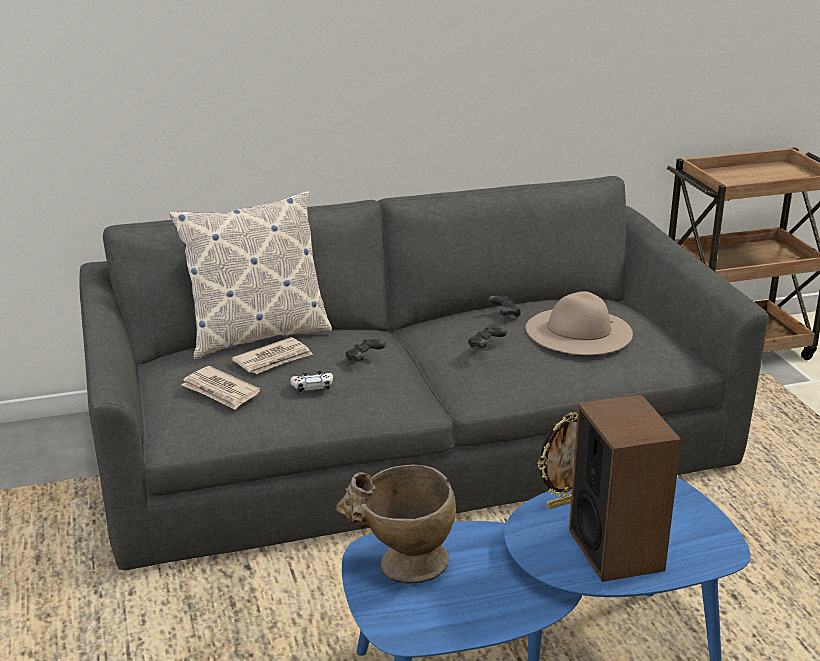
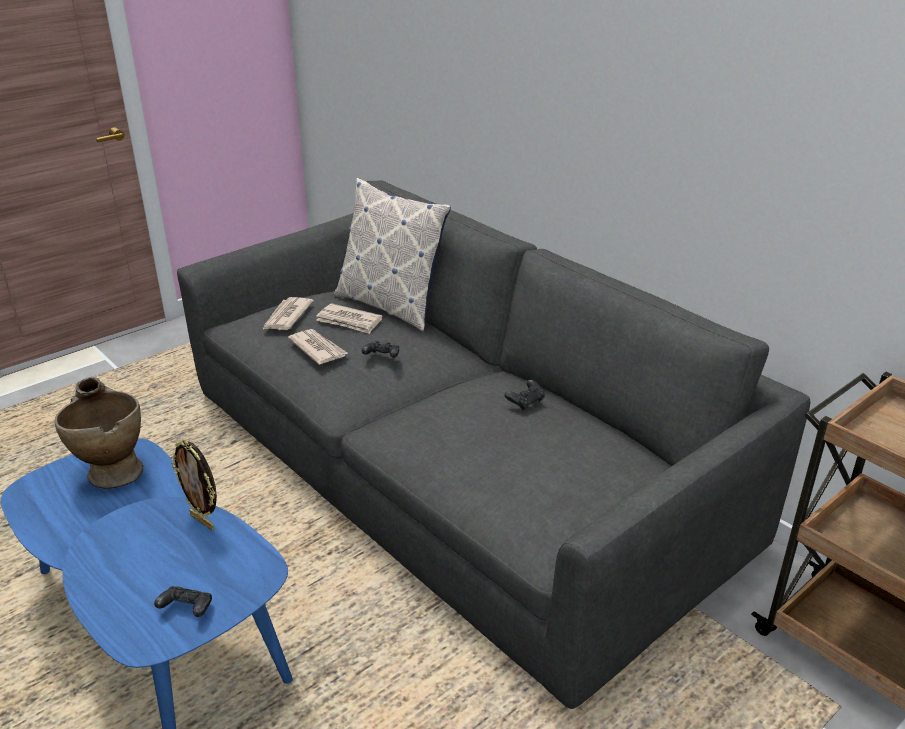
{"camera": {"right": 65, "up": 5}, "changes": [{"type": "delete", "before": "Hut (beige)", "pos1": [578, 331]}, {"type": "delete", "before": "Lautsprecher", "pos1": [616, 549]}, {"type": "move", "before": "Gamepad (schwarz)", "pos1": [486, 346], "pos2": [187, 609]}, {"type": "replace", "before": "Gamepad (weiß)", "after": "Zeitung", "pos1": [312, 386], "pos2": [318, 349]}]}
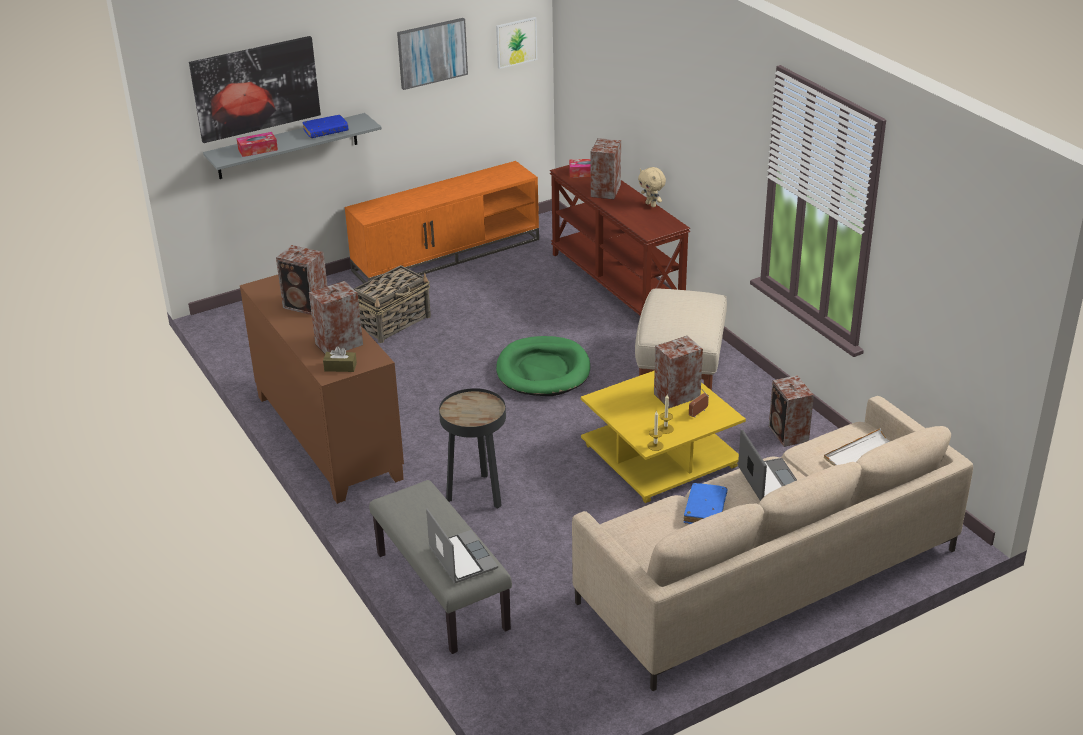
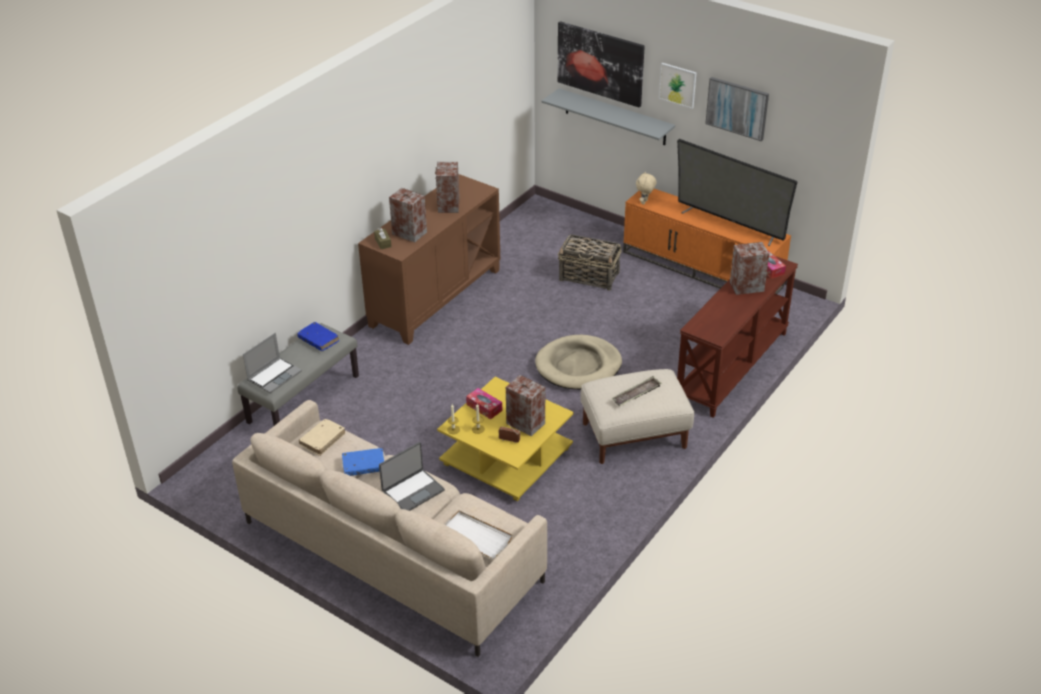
{"camera": {"right": 65, "up": 5}, "changes": [{"type": "delete", "before": "Beistelltisch (schwarz)", "pos1": [476, 495]}, {"type": "delete", "before": "Lautsprecher", "pos1": [788, 434]}, {"type": "insert", "after": "Buch (beige)", "pos2": [322, 440]}, {"type": "insert", "after": "Tablett", "pos2": [636, 394]}, {"type": "insert", "after": "Fernseher", "pos2": [730, 223]}, {"type": "move", "before": "Taschentuchbox", "pos1": [258, 150], "pos2": [484, 407]}, {"type": "move", "before": "Buch (blau)", "pos1": [326, 131], "pos2": [318, 340]}, {"type": "move", "before": "Bild", "pos1": [516, 42], "pos2": [677, 85]}, {"type": "move", "before": "Plüschtier (beige)", "pos1": [651, 205], "pos2": [645, 202]}, {"type": "recolor", "before": "Hundebett (grün)", "after": "Hundebett (beige)", "pos1": [543, 370], "pos2": [578, 366]}]}
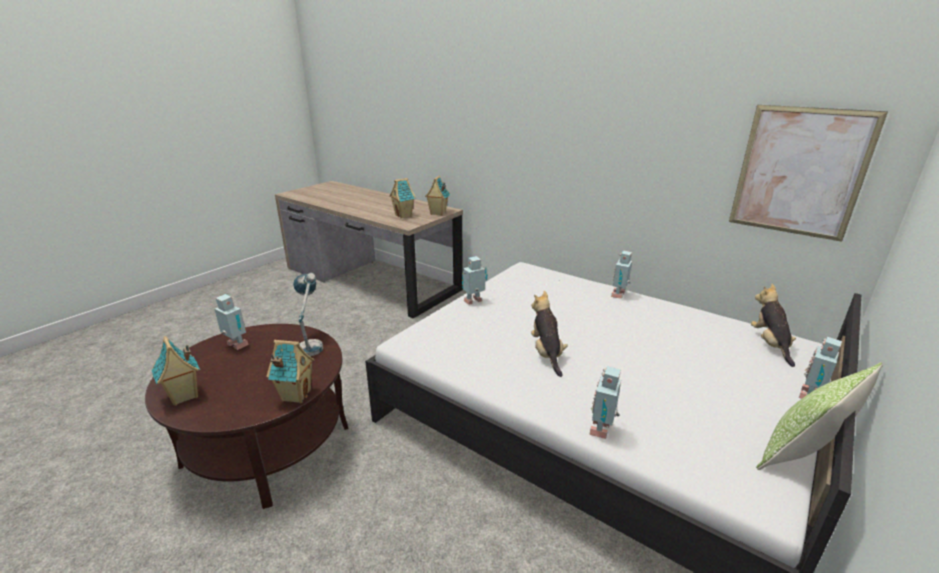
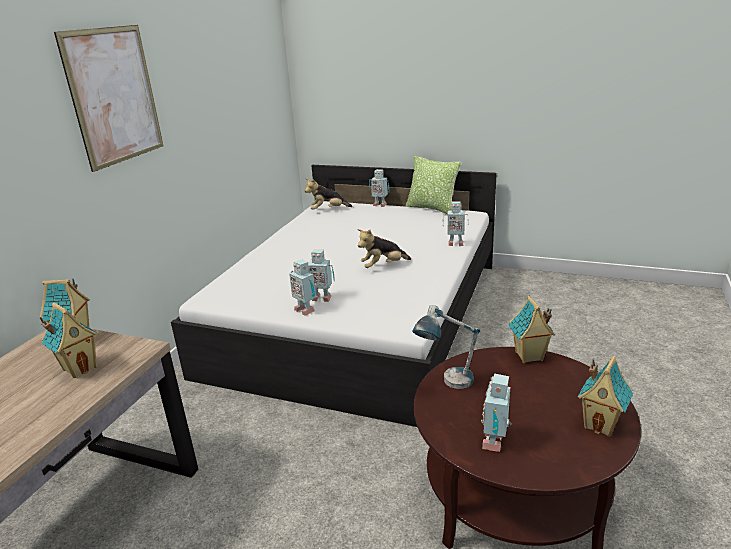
{"camera": {"right": -105, "up": 0}, "changes": [{"type": "move", "before": "Spielzeugroboter", "pos1": [619, 295], "pos2": [321, 298]}, {"type": "move", "before": "Bild", "pos1": [799, 172], "pos2": [114, 96]}]}
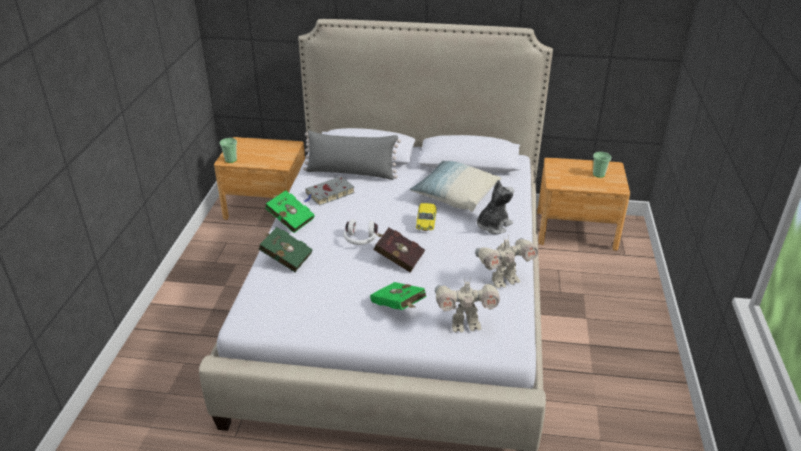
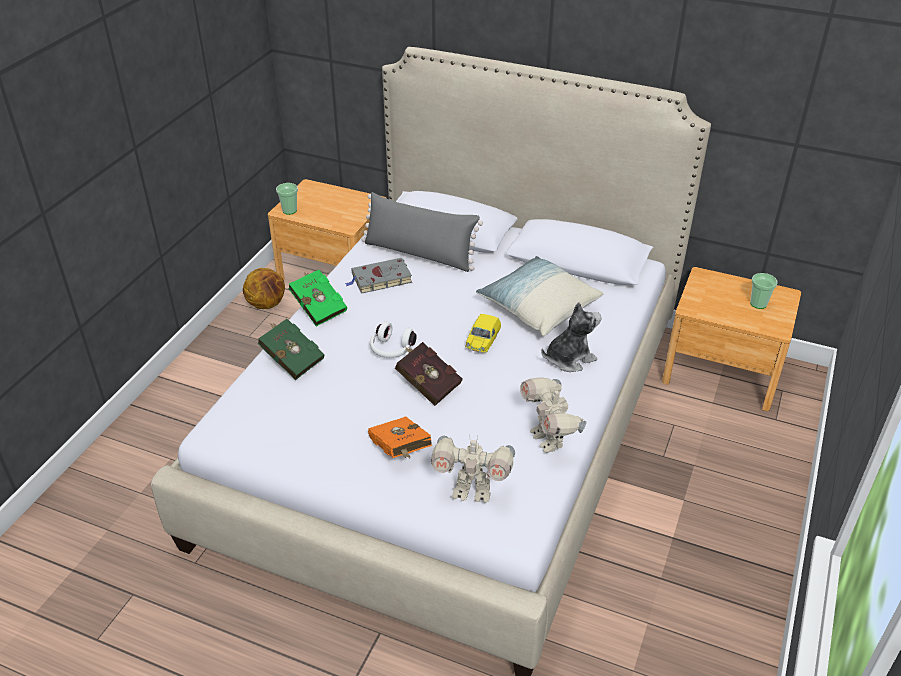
{"camera": {"right": 15, "up": 5}, "changes": [{"type": "insert", "after": "Basketball", "pos2": [267, 304]}, {"type": "recolor", "before": "Buch (grün)", "after": "Buch (orange)", "pos1": [399, 308], "pos2": [400, 451]}, {"type": "rotate", "before": "Spielzeugroboter", "pos1": [503, 280], "pos2": [548, 439], "turn": 75}]}
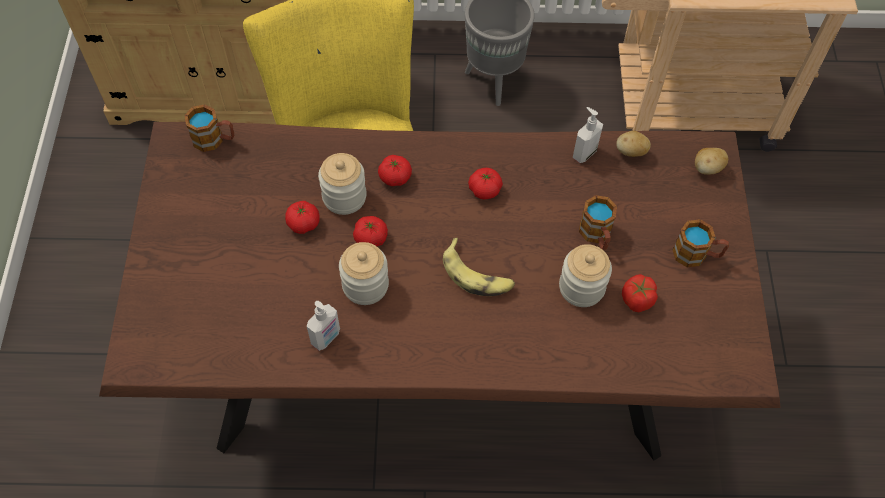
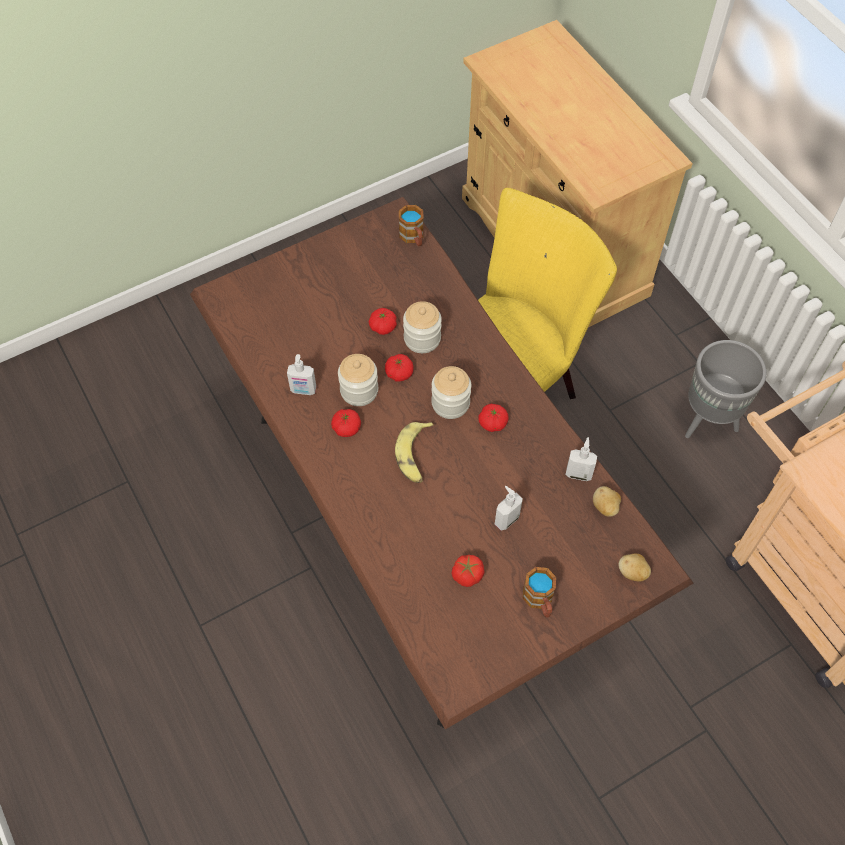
{"camera": {"right": 60, "up": 0}, "changes": [{"type": "move", "before": "Tomate", "pos1": [395, 177], "pos2": [346, 428]}, {"type": "move", "before": "Vorratsglas", "pos1": [581, 287], "pos2": [450, 403]}, {"type": "replace", "before": "Henkelbecher", "after": "Seifenspender", "pos1": [597, 235], "pos2": [506, 519]}]}
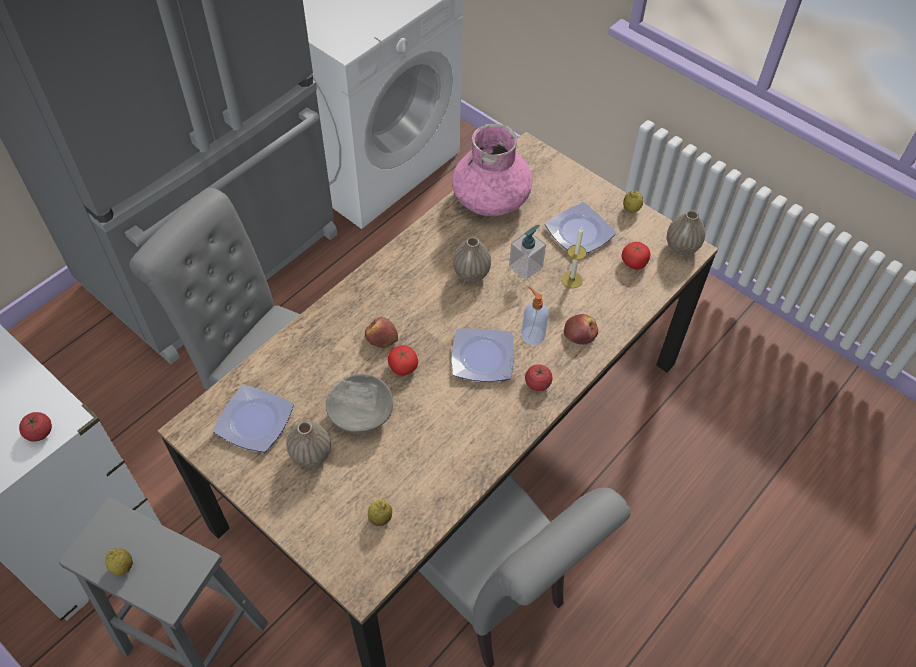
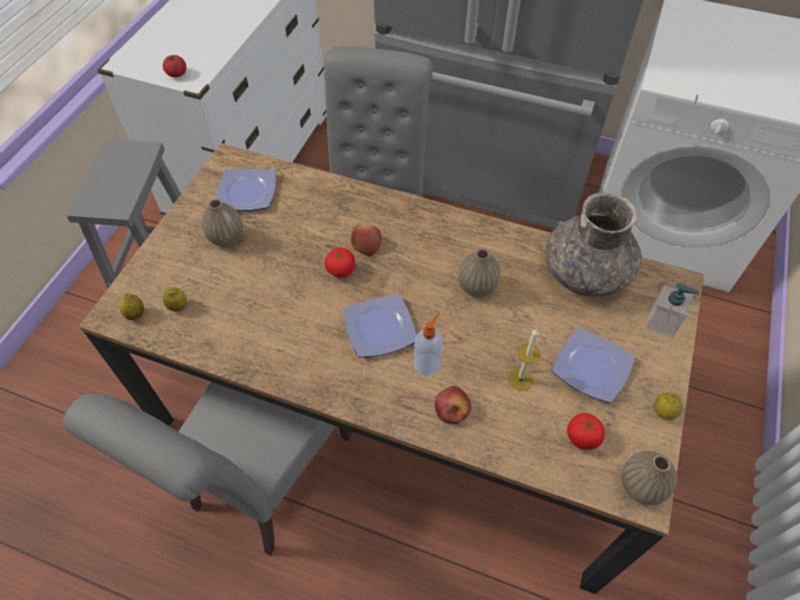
{"camera": {"right": 70, "up": 0}, "changes": [{"type": "delete", "before": "Schüssel (grau)", "pos1": [360, 415]}, {"type": "delete", "before": "Tomate", "pos1": [537, 383]}, {"type": "move", "before": "Zitrone", "pos1": [123, 566], "pos2": [135, 314]}, {"type": "move", "before": "Seifenspender", "pos1": [526, 267], "pos2": [662, 322]}, {"type": "recolor", "before": "Vase (rosa)", "after": "Vase (grau)", "pos1": [491, 198], "pos2": [585, 273]}]}
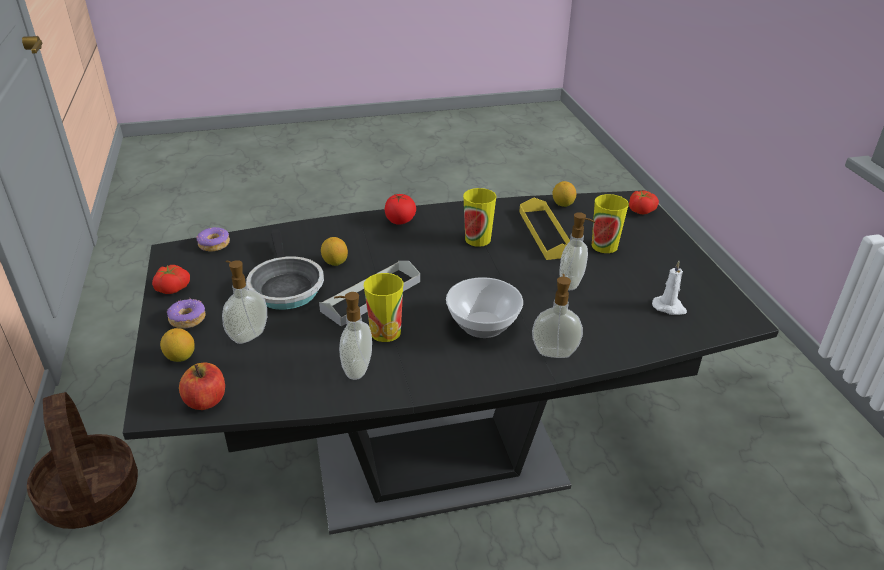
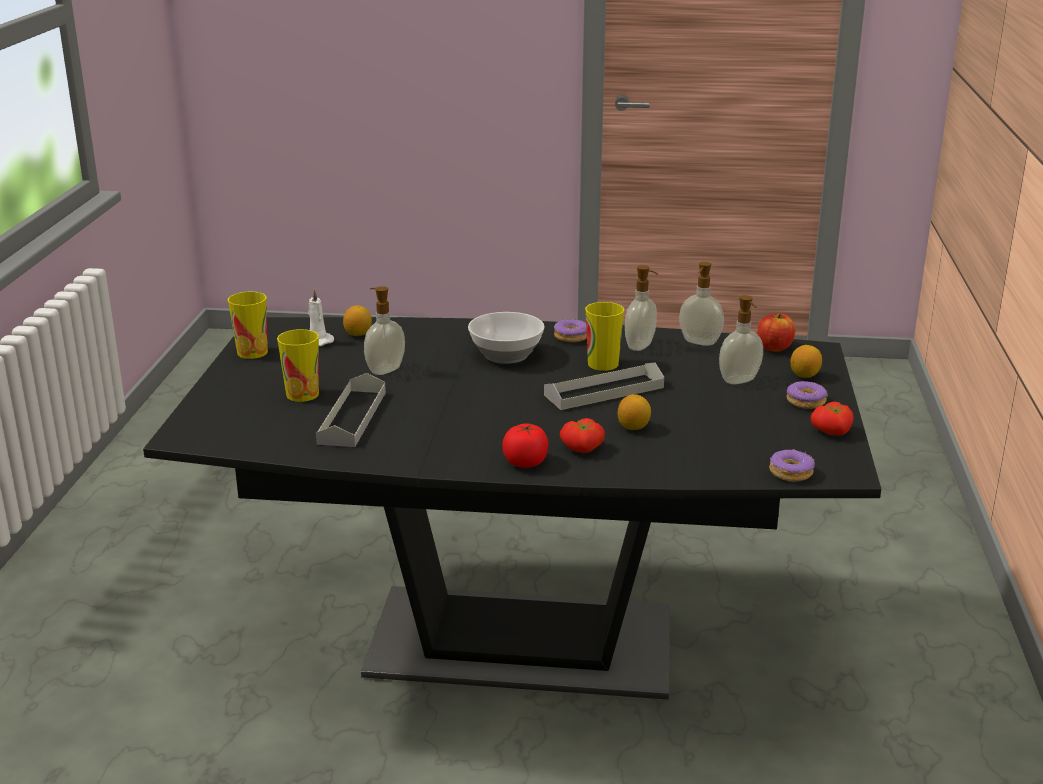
{"camera": {"right": -160, "up": -10}, "changes": [{"type": "delete", "before": "Korb", "pos1": [90, 495]}, {"type": "delete", "before": "Pfanne", "pos1": [285, 287]}, {"type": "insert", "after": "Donut", "pos2": [571, 337]}, {"type": "move", "before": "Tasse", "pos1": [478, 239], "pos2": [252, 352]}, {"type": "move", "before": "Seifenspender", "pos1": [554, 352], "pos2": [699, 342]}, {"type": "move", "before": "Zitrone", "pos1": [563, 204], "pos2": [358, 334]}, {"type": "move", "before": "Tomate", "pos1": [640, 210], "pos2": [582, 449]}, {"type": "recolor", "before": "Tablett (gelb)", "after": "Tablett (grau)", "pos1": [545, 233], "pos2": [352, 417]}]}
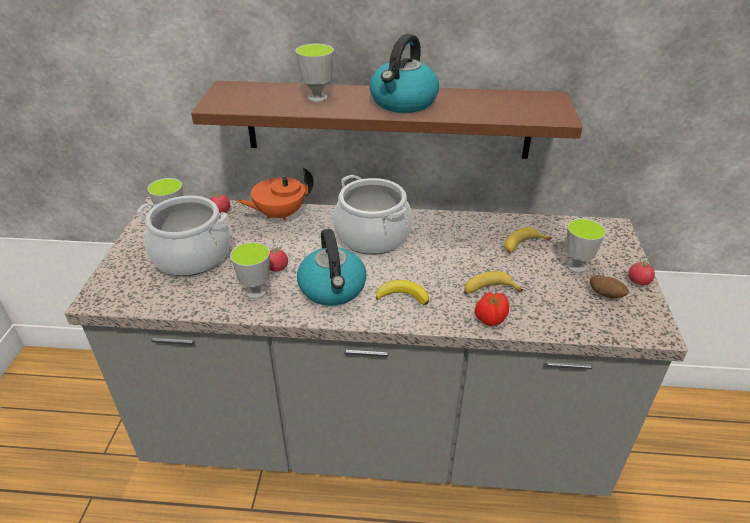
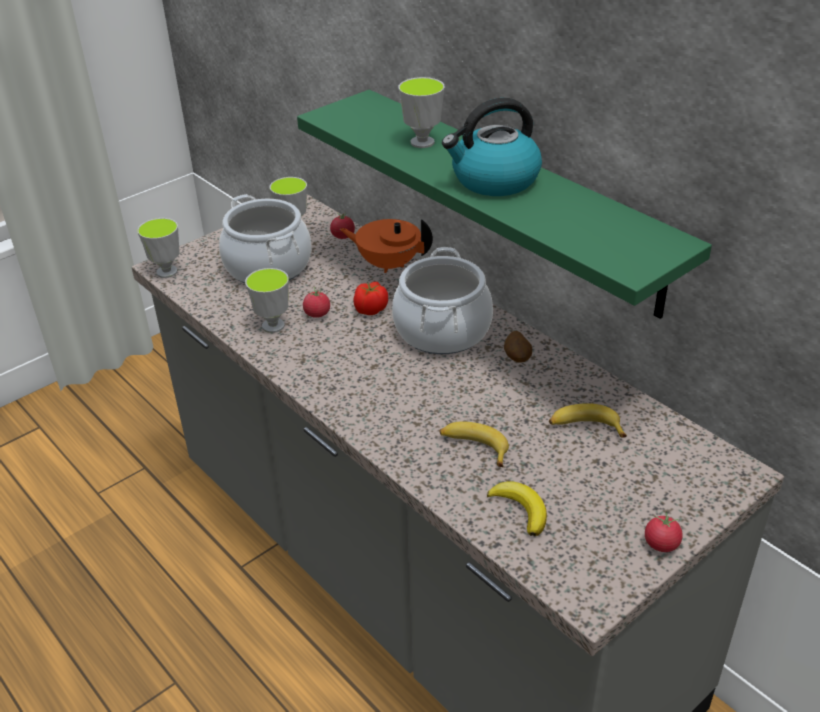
{"camera": {"right": 45, "up": 0}, "changes": [{"type": "delete", "before": "Wasserkessel", "pos1": [333, 289]}, {"type": "move", "before": "Banane", "pos1": [402, 296], "pos2": [520, 509]}, {"type": "move", "before": "Tomate", "pos1": [490, 319], "pos2": [371, 310]}, {"type": "move", "before": "Tasse", "pos1": [576, 266], "pos2": [167, 272]}, {"type": "move", "before": "Kartoffel", "pos1": [606, 295], "pos2": [517, 358]}, {"type": "recolor", "before": "Wandregal (braun)", "after": "Wandregal (grün)", "pos1": [387, 120], "pos2": [514, 198]}]}
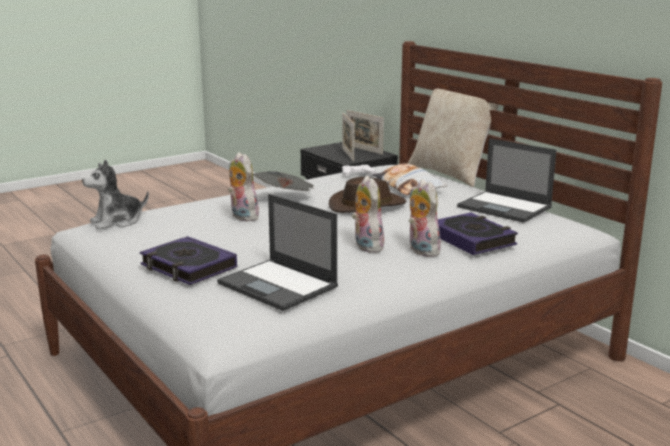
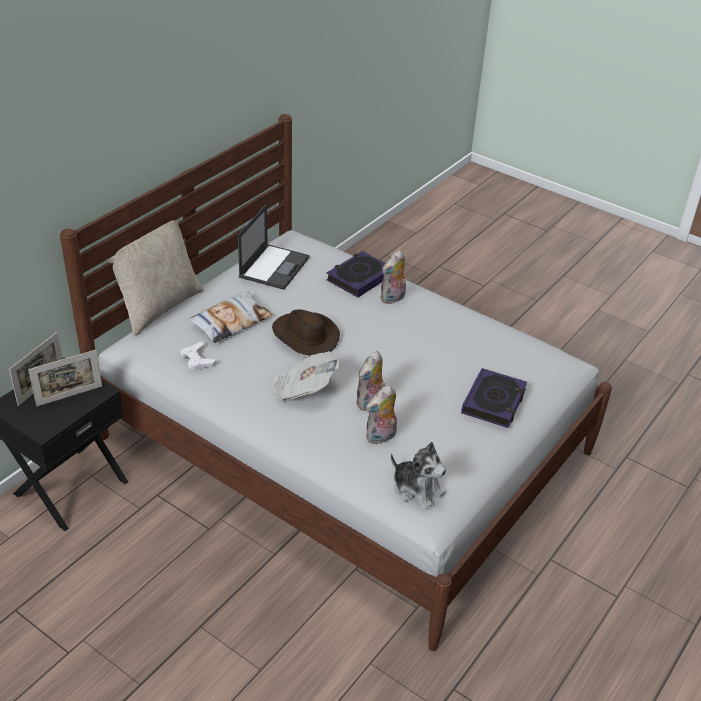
{"camera": {"right": -110, "up": 20}, "changes": [{"type": "delete", "before": "Laptop", "pos1": [279, 285]}, {"type": "move", "before": "Plüschtier", "pos1": [366, 246], "pos2": [381, 437]}]}
